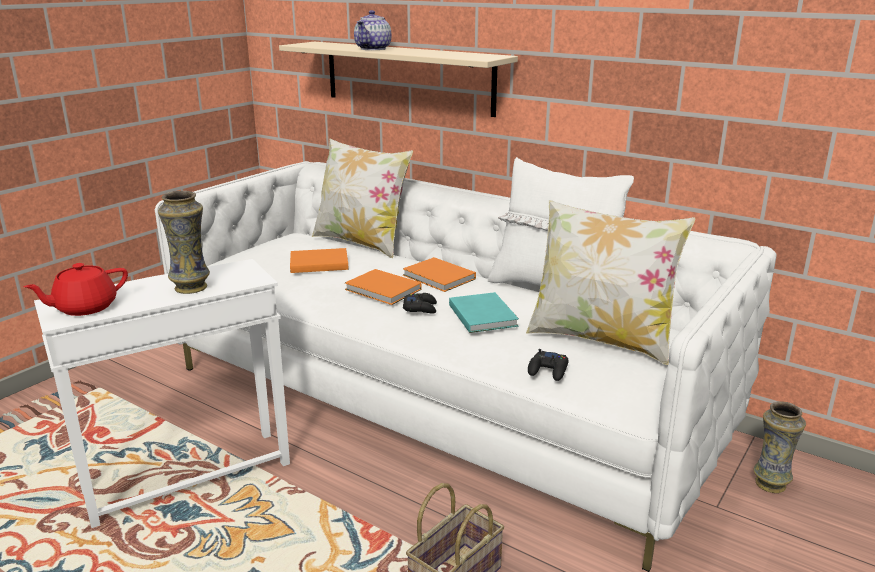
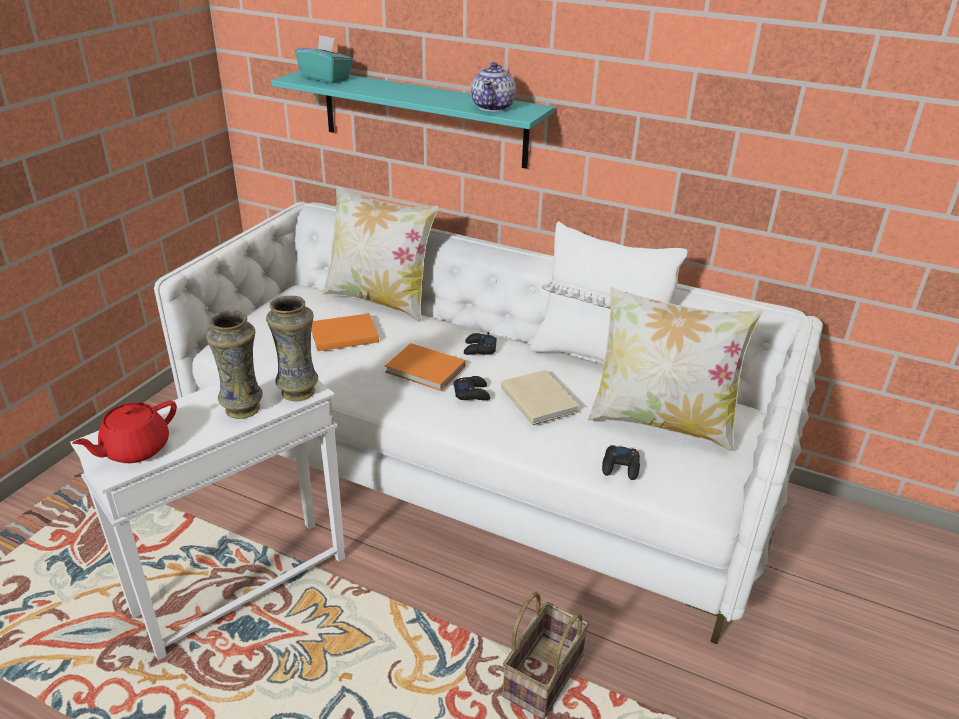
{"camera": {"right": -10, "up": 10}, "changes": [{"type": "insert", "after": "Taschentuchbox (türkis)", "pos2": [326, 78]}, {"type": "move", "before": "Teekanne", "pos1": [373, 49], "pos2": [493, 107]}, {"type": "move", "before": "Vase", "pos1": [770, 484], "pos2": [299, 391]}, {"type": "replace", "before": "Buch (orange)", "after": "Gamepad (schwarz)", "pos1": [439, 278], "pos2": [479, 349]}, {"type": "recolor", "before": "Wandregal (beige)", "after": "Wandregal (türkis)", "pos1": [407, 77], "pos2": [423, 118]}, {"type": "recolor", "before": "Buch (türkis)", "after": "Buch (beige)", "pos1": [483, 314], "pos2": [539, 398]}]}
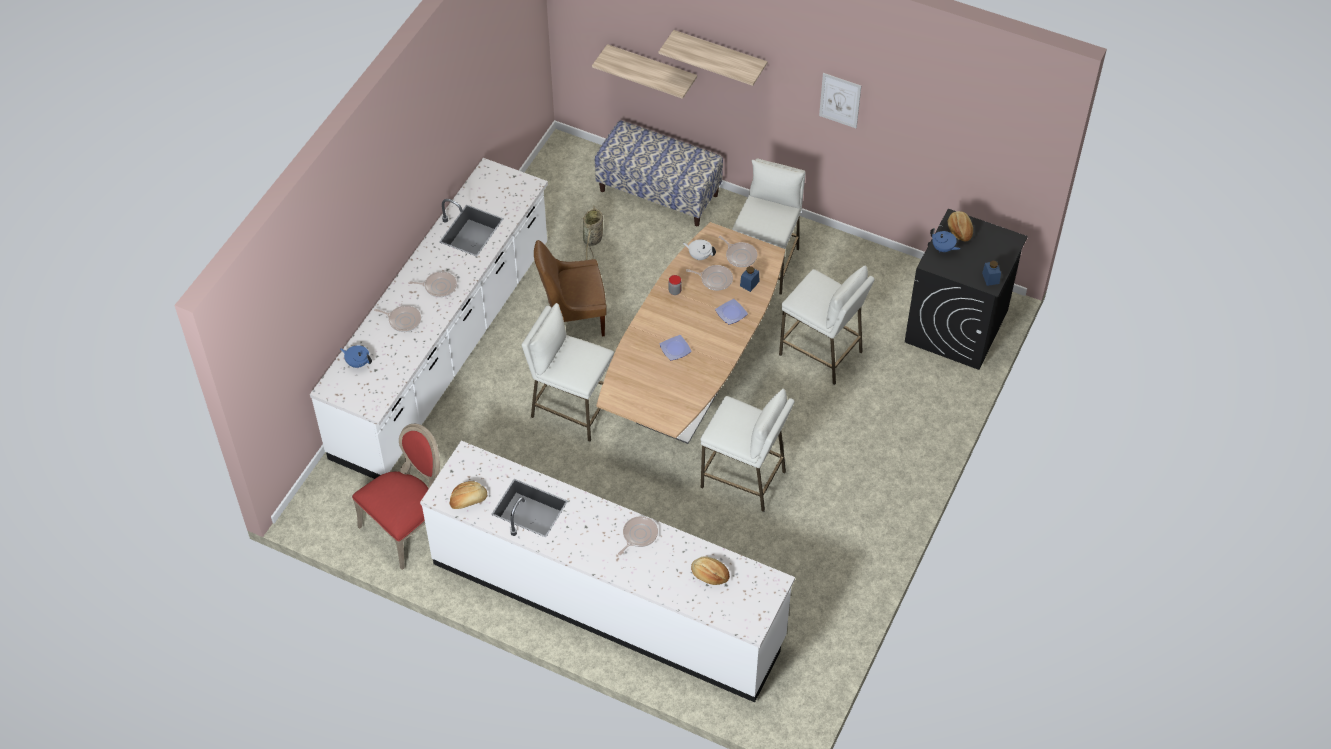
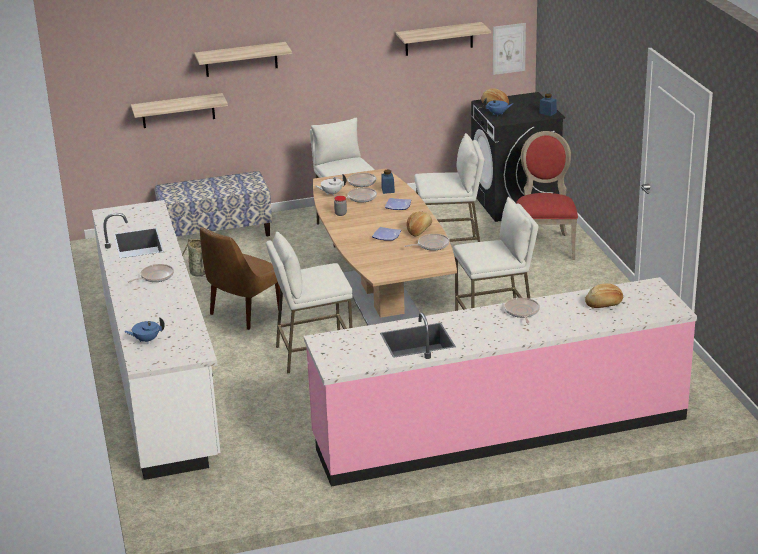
{"camera": {"right": -40, "up": -25}, "changes": [{"type": "insert", "after": "Wandregal", "pos2": [439, 39]}, {"type": "move", "before": "Stuhl (rot)", "pos1": [407, 526], "pos2": [544, 245]}, {"type": "move", "before": "Pfanne", "pos1": [403, 320], "pos2": [431, 245]}, {"type": "move", "before": "Brot", "pos1": [468, 500], "pos2": [419, 230]}, {"type": "move", "before": "Bild", "pos1": [840, 100], "pos2": [509, 48]}, {"type": "recolor", "before": "Küchenzeile (weiß)", "after": "Küchenzeile (rosa)", "pos1": [608, 600], "pos2": [500, 429]}]}
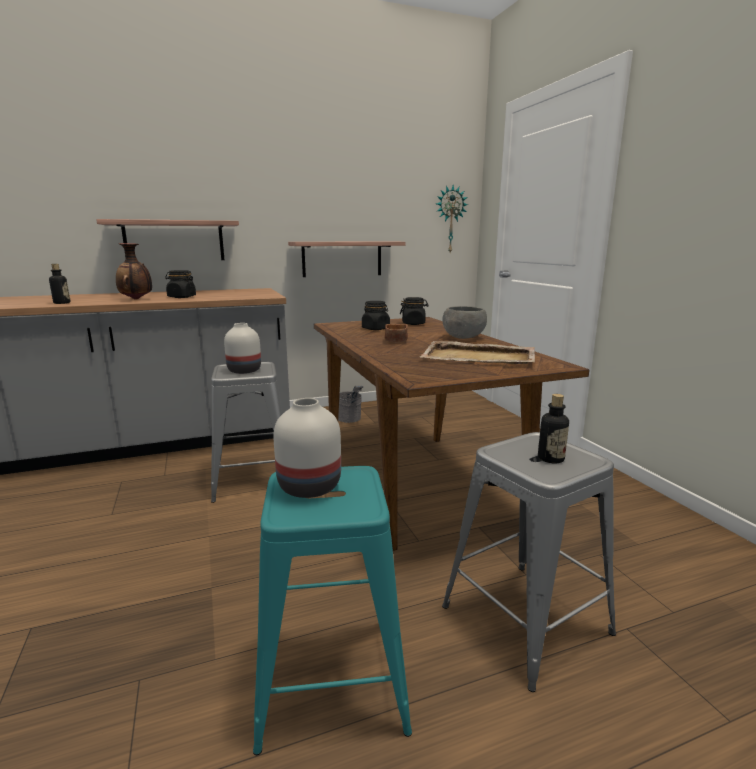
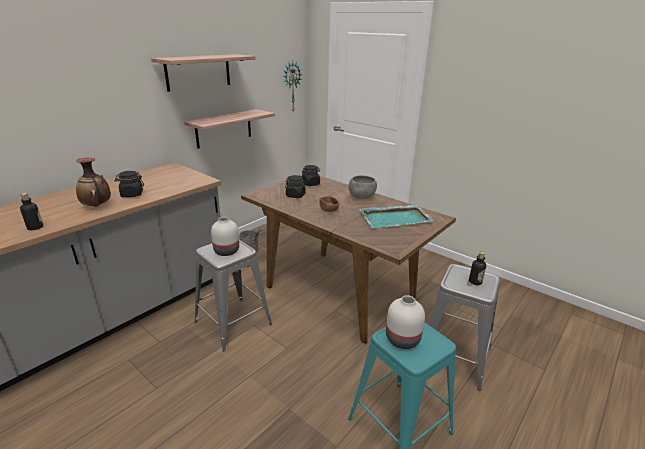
{"camera": {"right": -30, "up": 10}, "changes": [{"type": "move", "before": "Wandregal", "pos1": [174, 241], "pos2": [198, 72]}, {"type": "recolor", "before": "Tablett (beige)", "after": "Tablett (türkis)", "pos1": [479, 357], "pos2": [396, 218]}]}
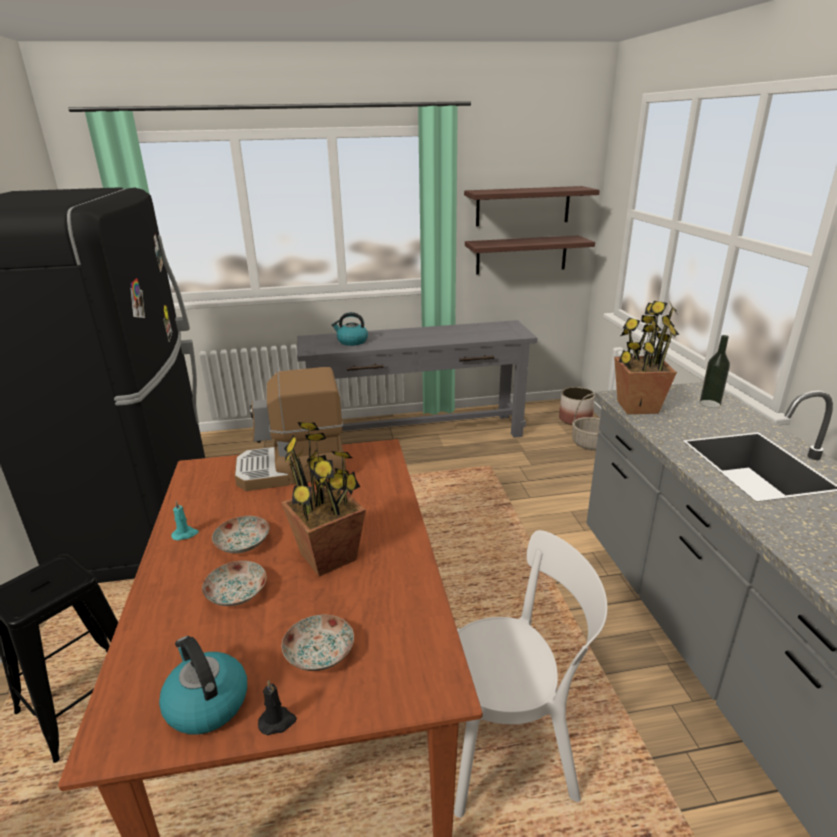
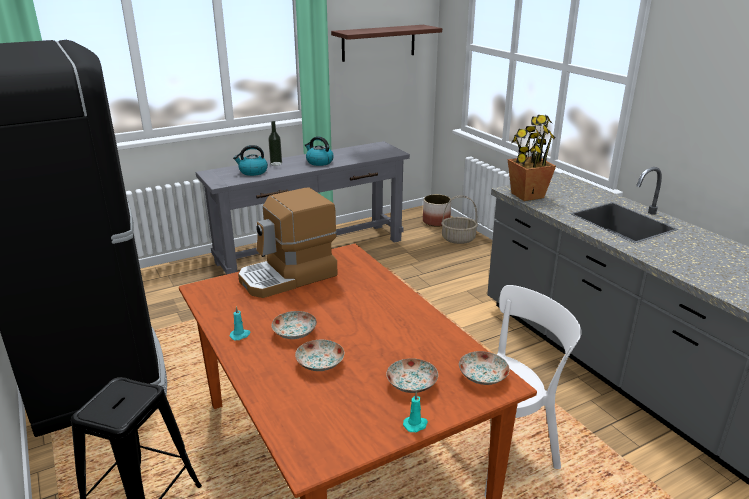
{"camera": {"right": -20, "up": 0}, "changes": [{"type": "delete", "before": "Topfpflanze", "pos1": [329, 556]}, {"type": "delete", "before": "Wandregal", "pos1": [521, 255]}, {"type": "insert", "after": "Teller", "pos2": [482, 376]}, {"type": "move", "before": "Wasserkessel", "pos1": [206, 703], "pos2": [319, 162]}, {"type": "move", "before": "Flasche", "pos1": [710, 404], "pos2": [276, 163]}, {"type": "recolor", "before": "Kerze (schwarz)", "after": "Kerze (türkis)", "pos1": [277, 721], "pos2": [416, 425]}]}
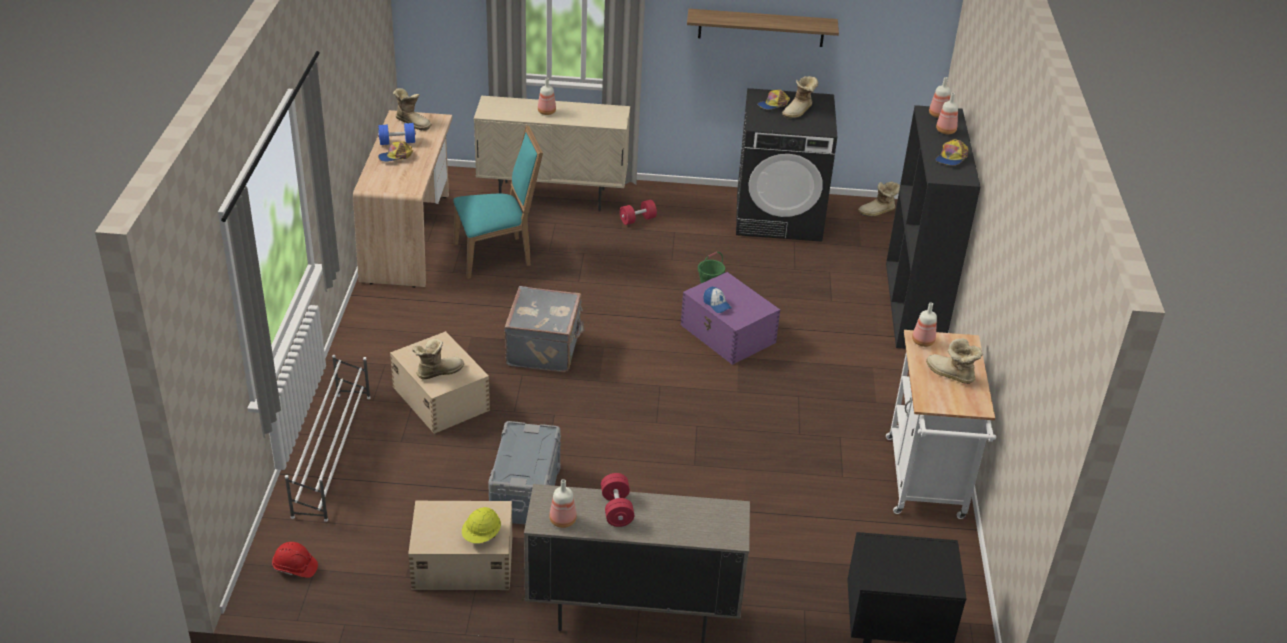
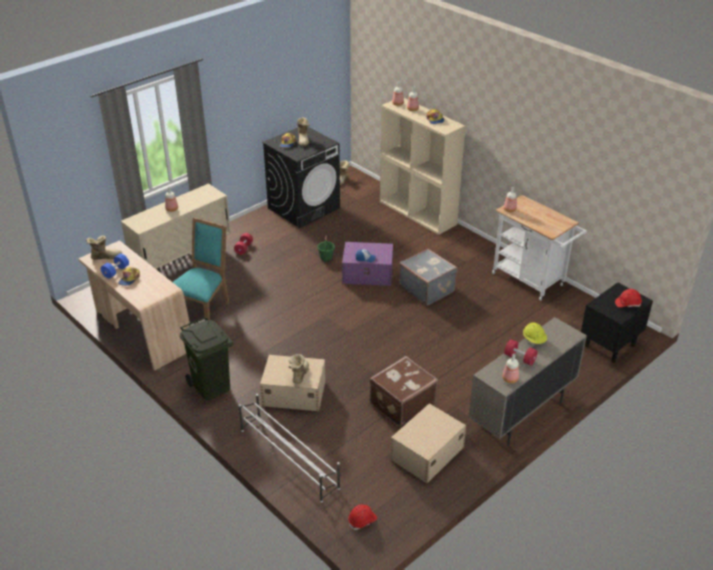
{"camera": {"right": -45, "up": 0}, "changes": [{"type": "delete", "before": "Wandregal", "pos1": [761, 28]}, {"type": "delete", "before": "Stiefel", "pos1": [950, 375]}, {"type": "insert", "after": "Mülleimer (grün)", "pos2": [211, 386]}, {"type": "insert", "after": "Schutzhelm (rot)", "pos2": [627, 304]}, {"type": "move", "before": "Schutzhelm (gelb)", "pos1": [481, 535], "pos2": [534, 340]}, {"type": "move", "before": "Koffer (grau)", "pos1": [545, 348], "pos2": [427, 288]}, {"type": "replace", "before": "Aufbewahrungsbox (grau)", "after": "Koffer (braun)", "pos1": [524, 493], "pos2": [401, 403]}, {"type": "recolor", "before": "Bücherregal (schwarz)", "after": "Bücherregal (beige)", "pos1": [914, 306], "pos2": [418, 213]}]}
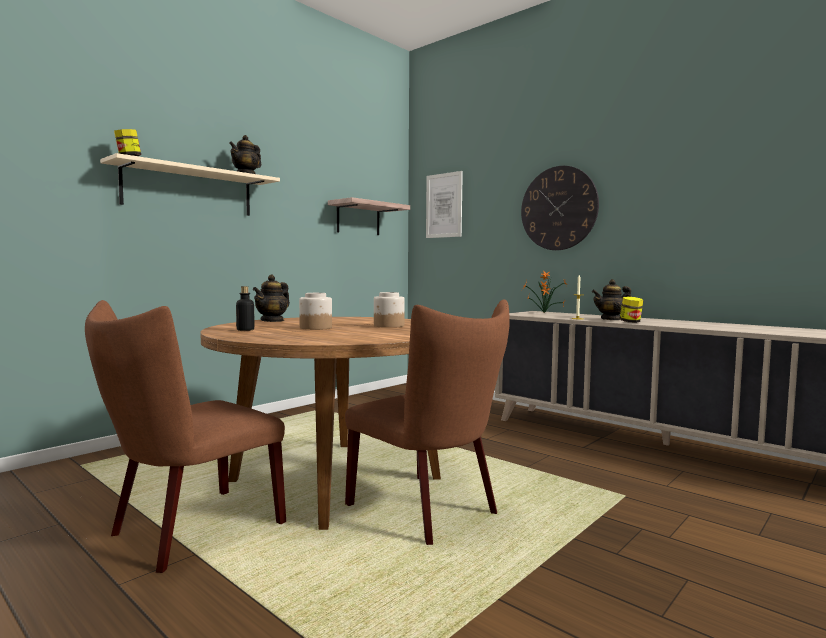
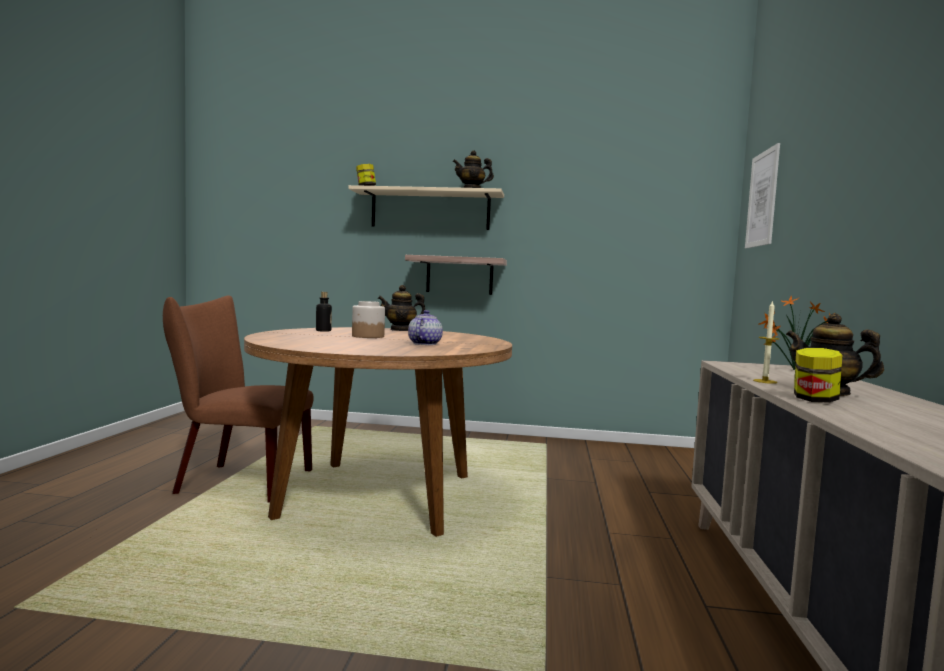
{"camera": {"right": 55, "up": 0}, "changes": [{"type": "delete", "before": "Stuhl (braun)", "pos1": [429, 511]}, {"type": "delete", "before": "Wanduhr", "pos1": [558, 208]}, {"type": "move", "before": "Wandregal", "pos1": [358, 219], "pos2": [459, 275]}, {"type": "replace", "before": "Vorratsglas", "after": "Teekanne", "pos1": [389, 326], "pos2": [424, 344]}]}
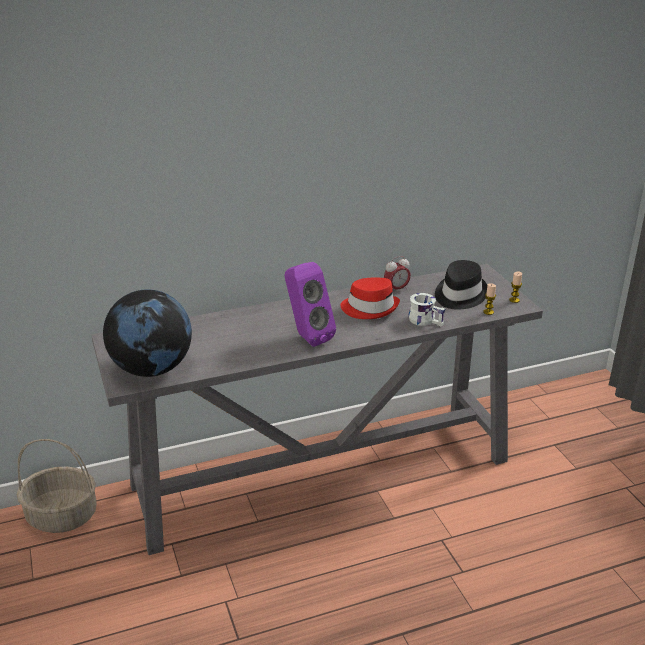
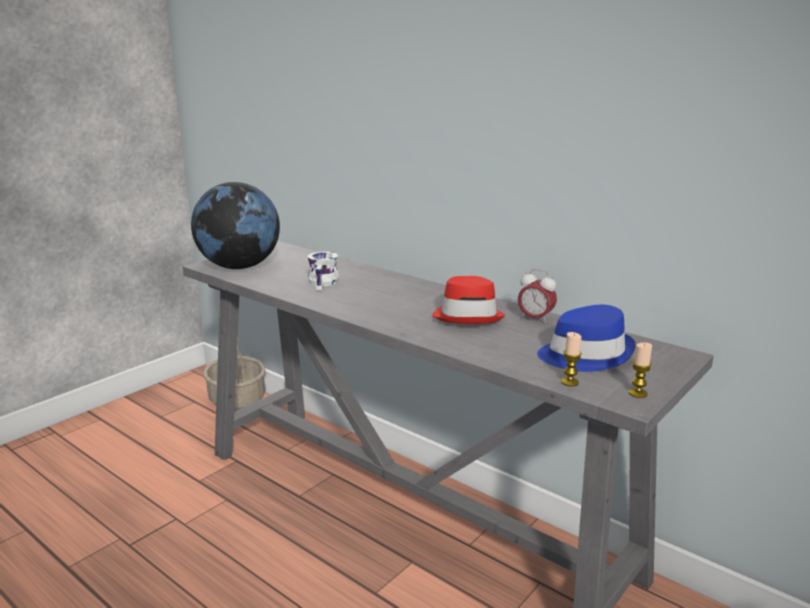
{"camera": {"right": 60, "up": -10}, "changes": [{"type": "delete", "before": "Lautsprecher (lila)", "pos1": [307, 337]}, {"type": "move", "before": "Henkelbecher (weiß)", "pos1": [426, 320], "pos2": [325, 283]}, {"type": "recolor", "before": "Hut (schwarz)", "after": "Hut (blau)", "pos1": [459, 295], "pos2": [585, 355]}]}
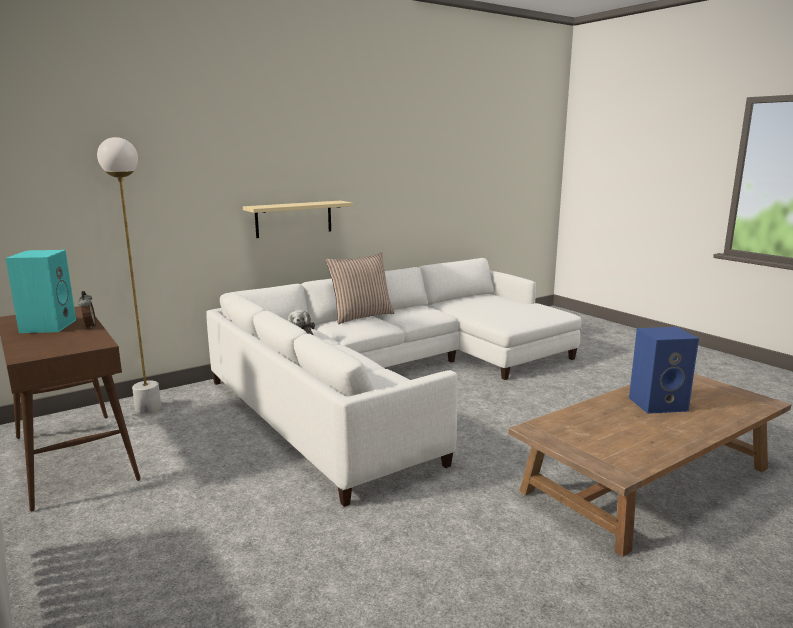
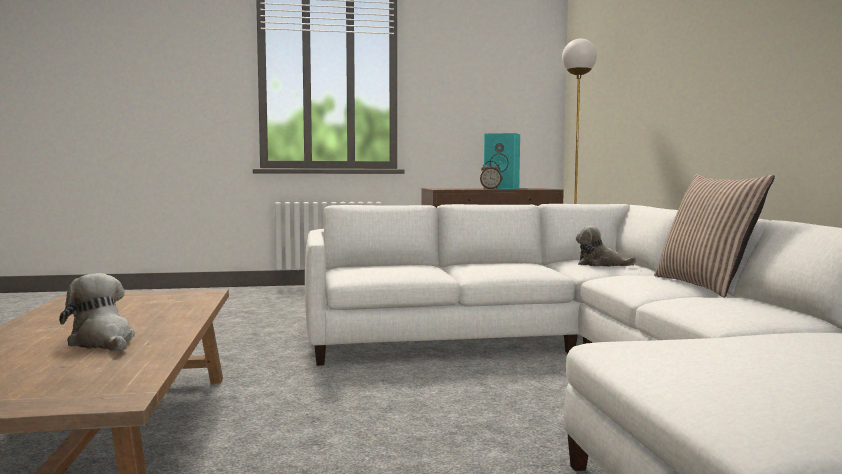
{"camera": {"right": 115, "up": -10}, "changes": [{"type": "delete", "before": "Wandregal (beige)", "pos1": [294, 219]}, {"type": "replace", "before": "Lautsprecher (blau)", "after": "Plüschtier", "pos1": [658, 404], "pos2": [103, 342]}]}
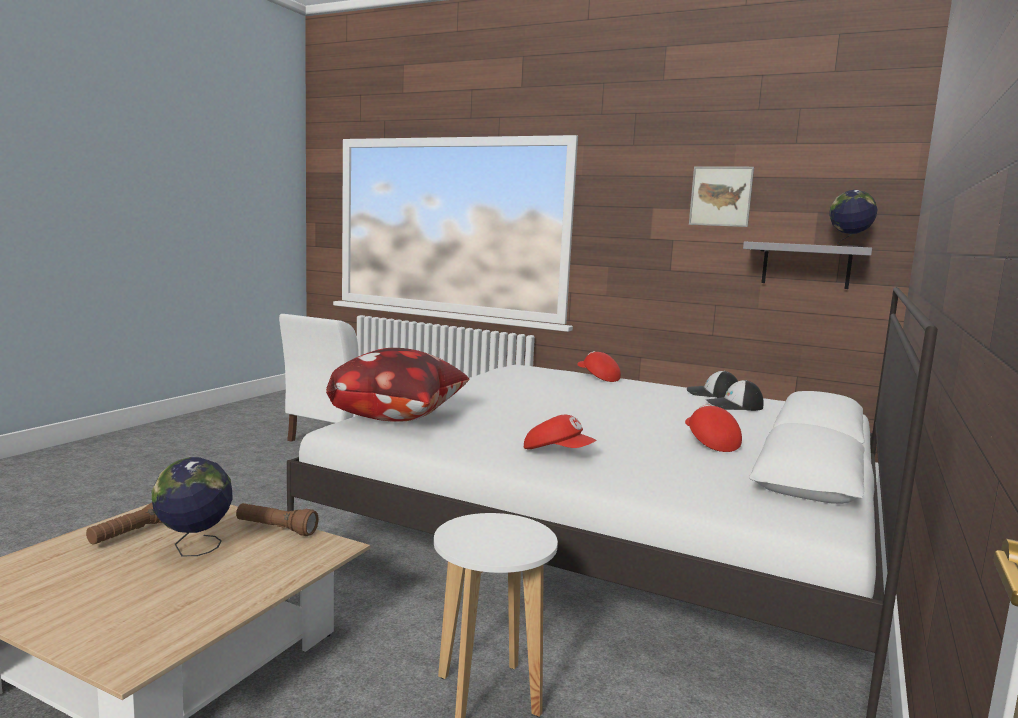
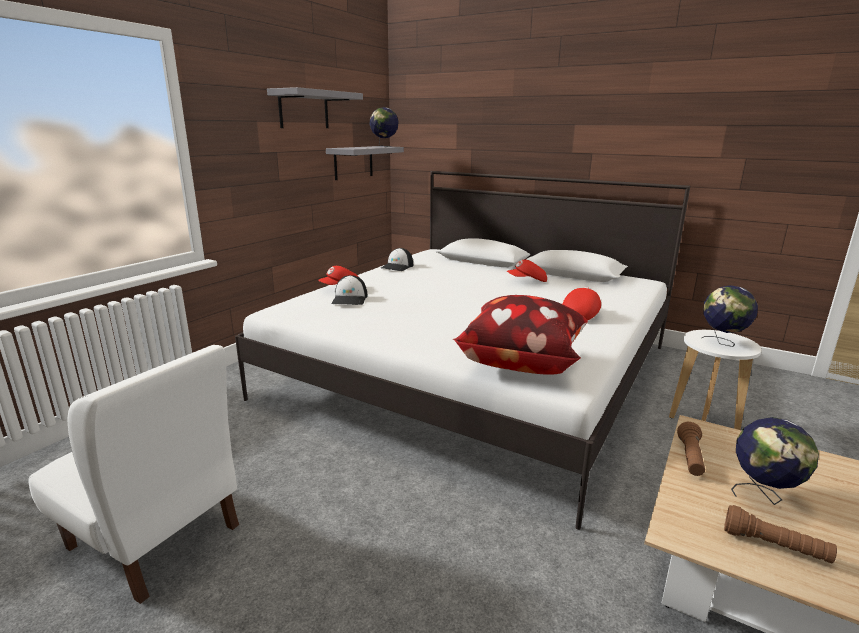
{"camera": {"right": -85, "up": 10}, "changes": [{"type": "insert", "after": "Globus", "pos2": [722, 343]}, {"type": "move", "before": "Kappe", "pos1": [734, 405], "pos2": [350, 299]}, {"type": "replace", "before": "Bild", "after": "Wandregal (grau)", "pos1": [720, 196], "pos2": [304, 110]}]}
